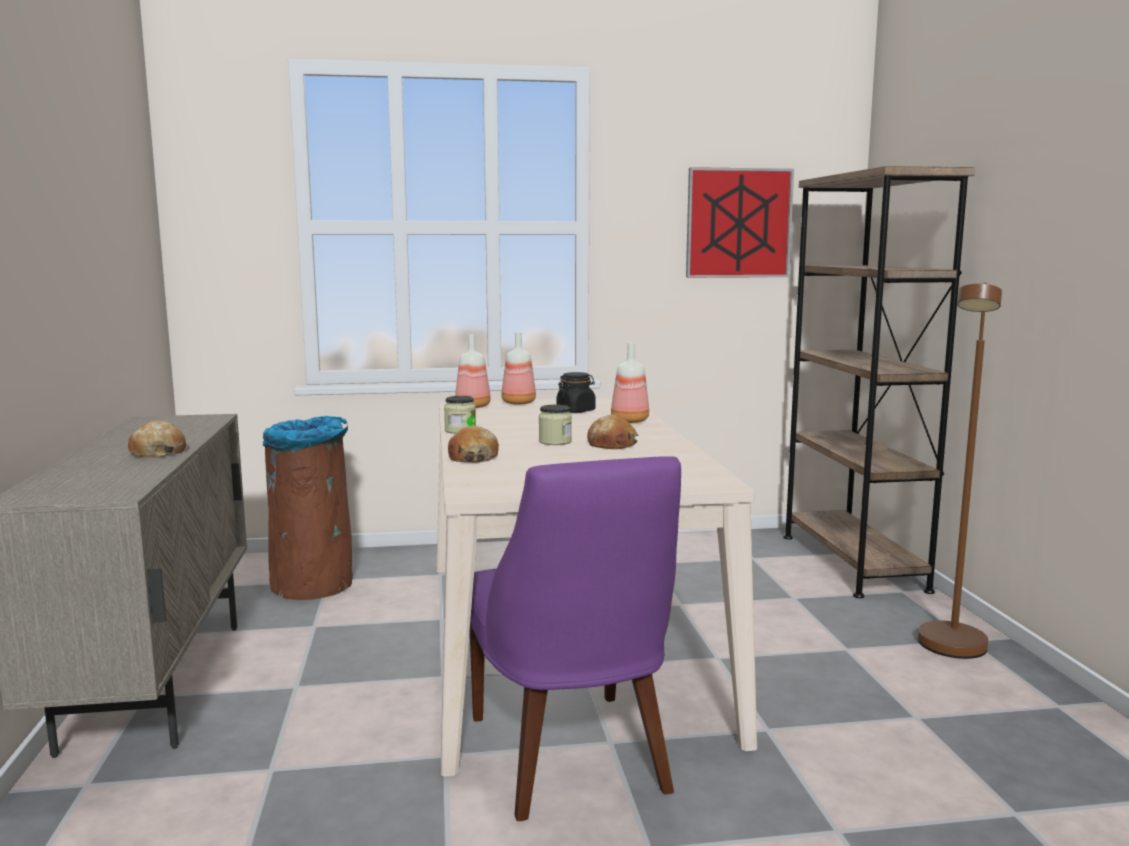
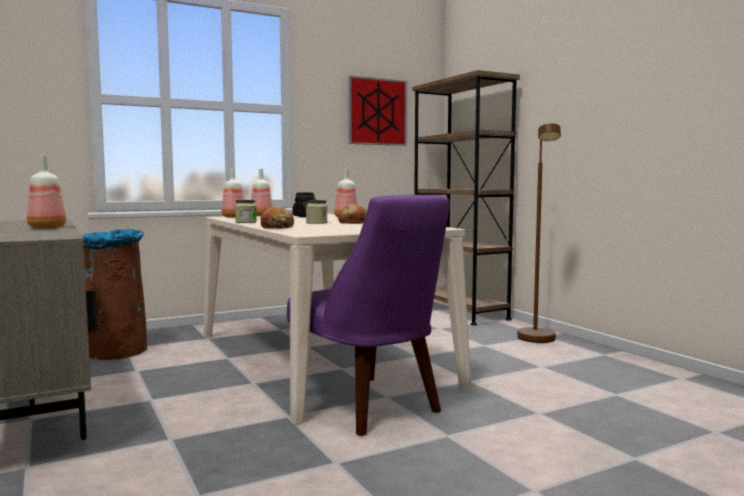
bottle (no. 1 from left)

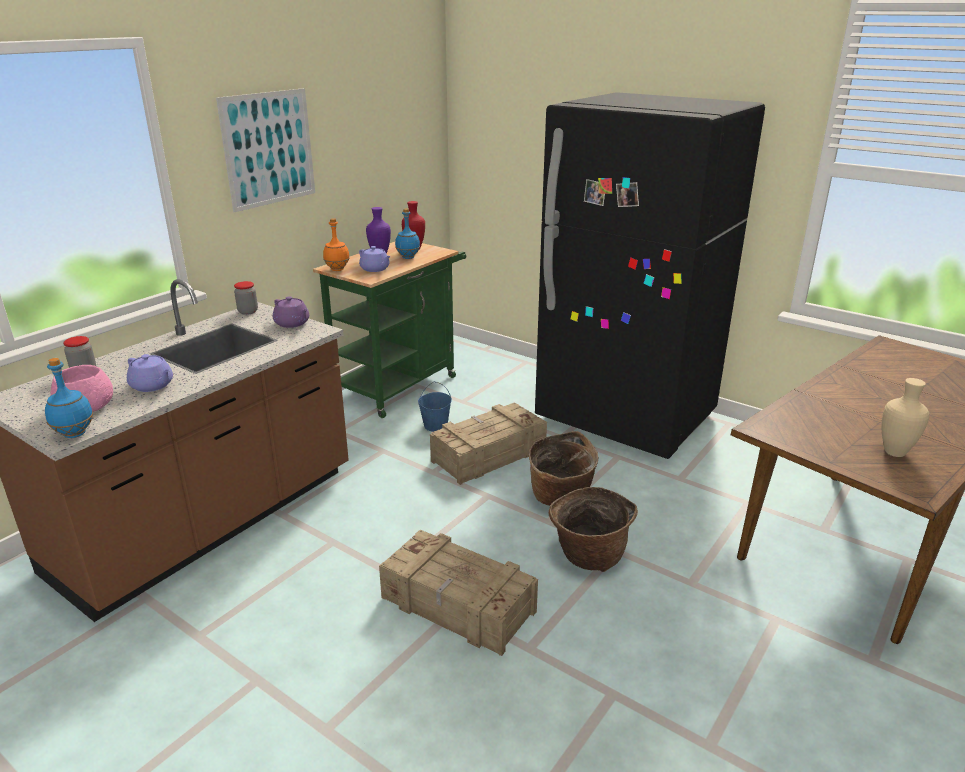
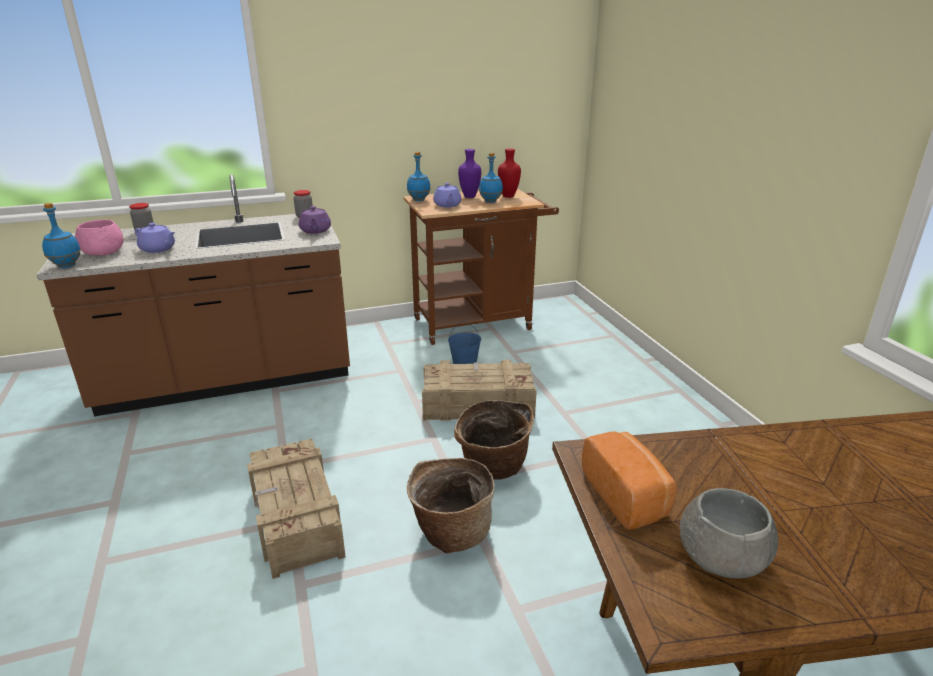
picture
black fridge
blue bottle (no. 2 from left)
brown cart
purple teapot (no. 1 from left)
grey bowl
bread

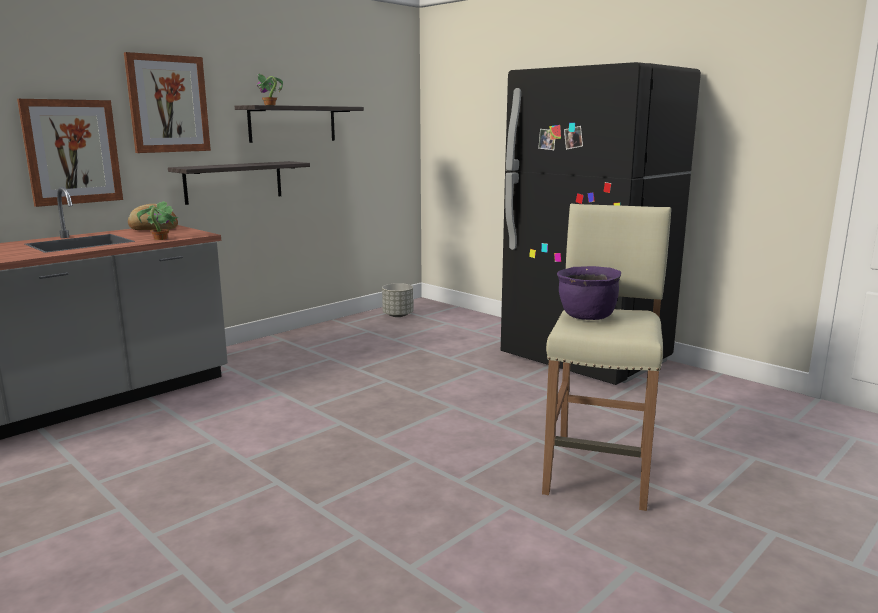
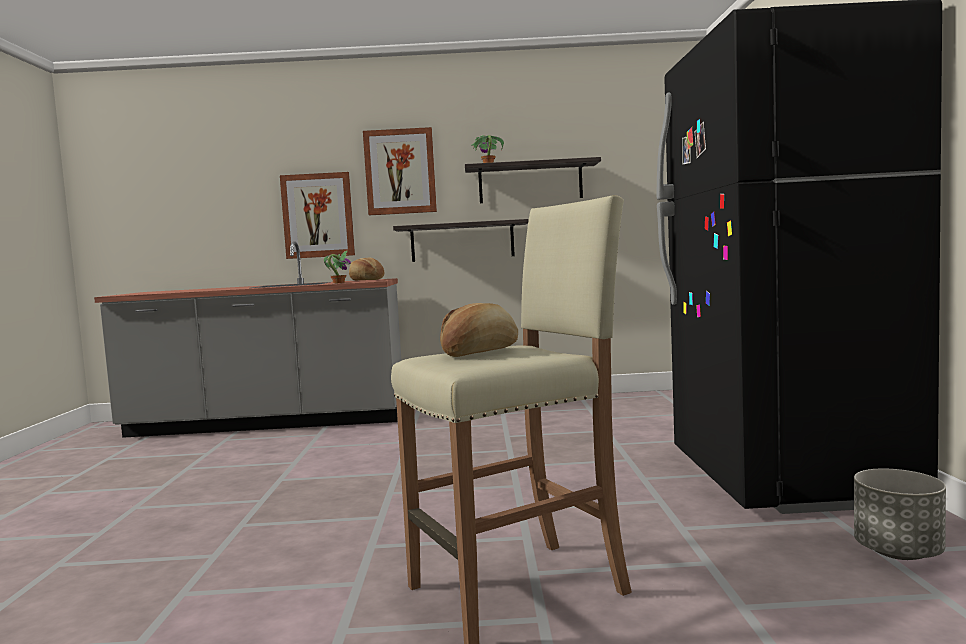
bread (no. 2 from left)
grey planter

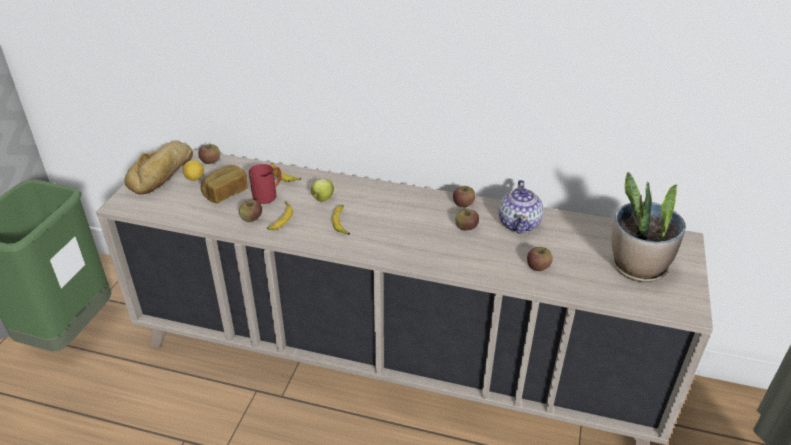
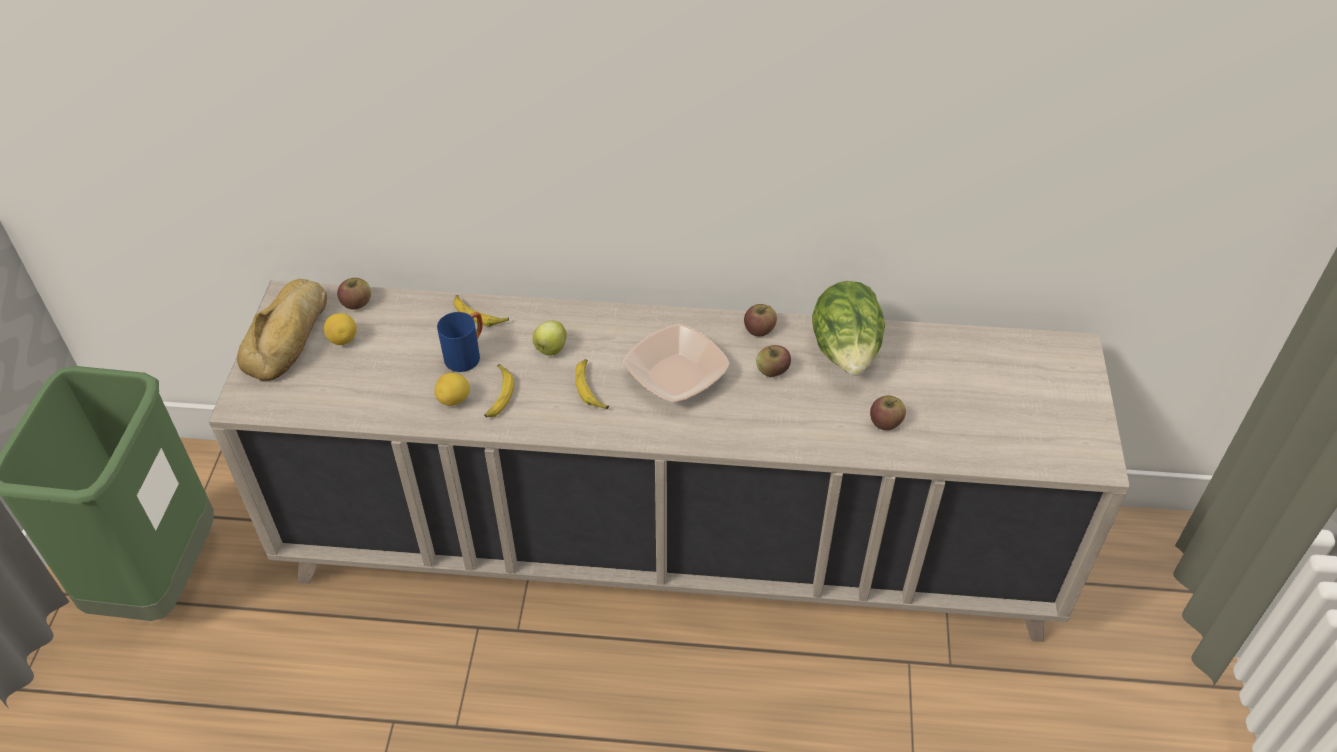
blue mug
bread (no. 2 from left in the first image)
potted plant
lettuce
lemon (no. 2 from left)
bowl

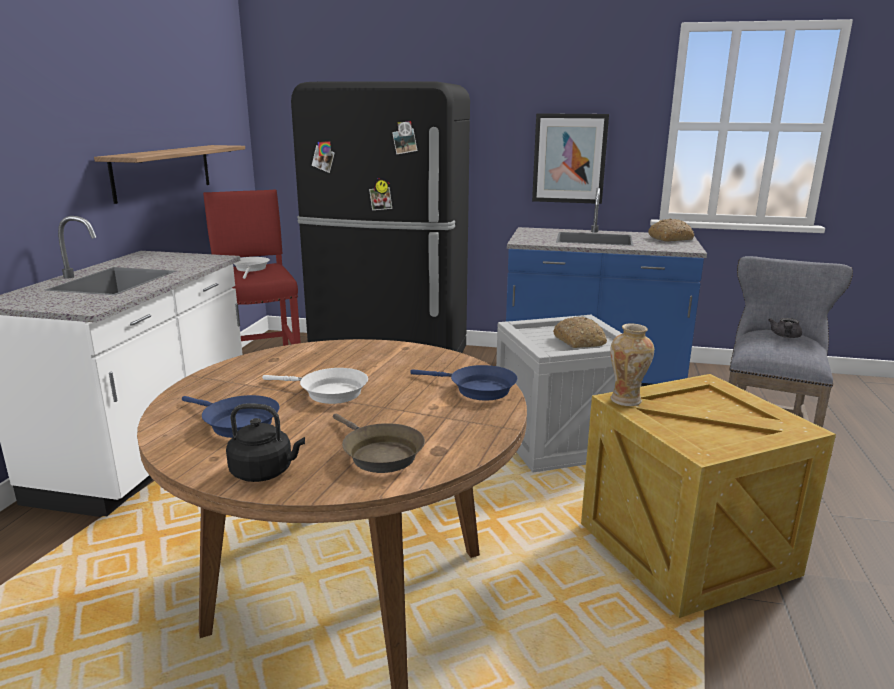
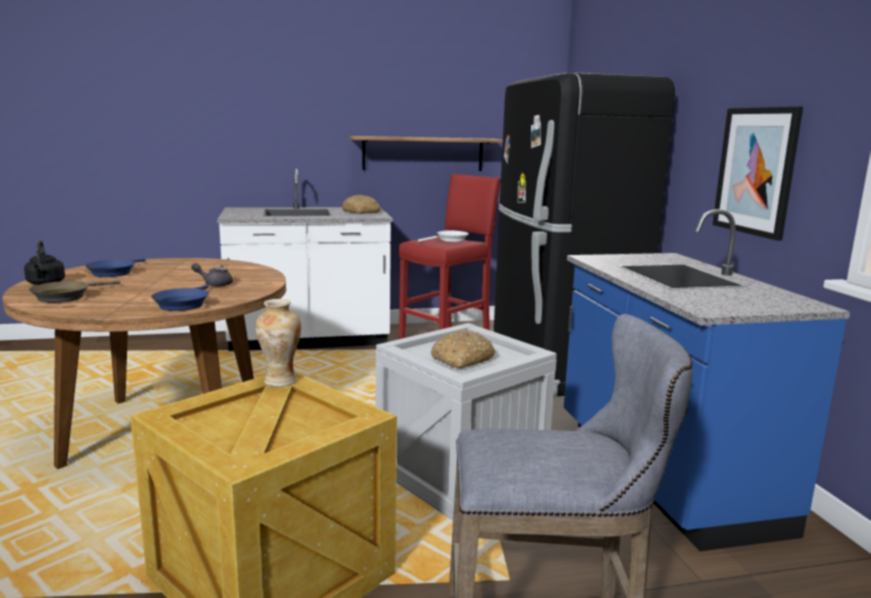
bread (no. 1 from left)
grey teapot
white frying pan (no. 2 from left in the first image)

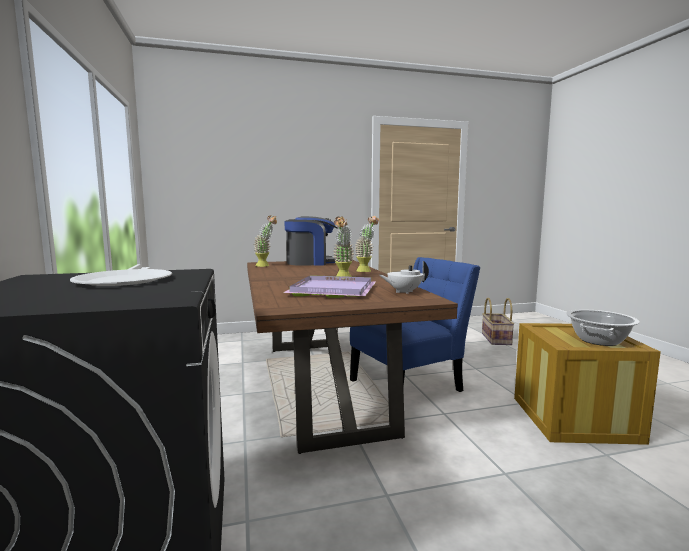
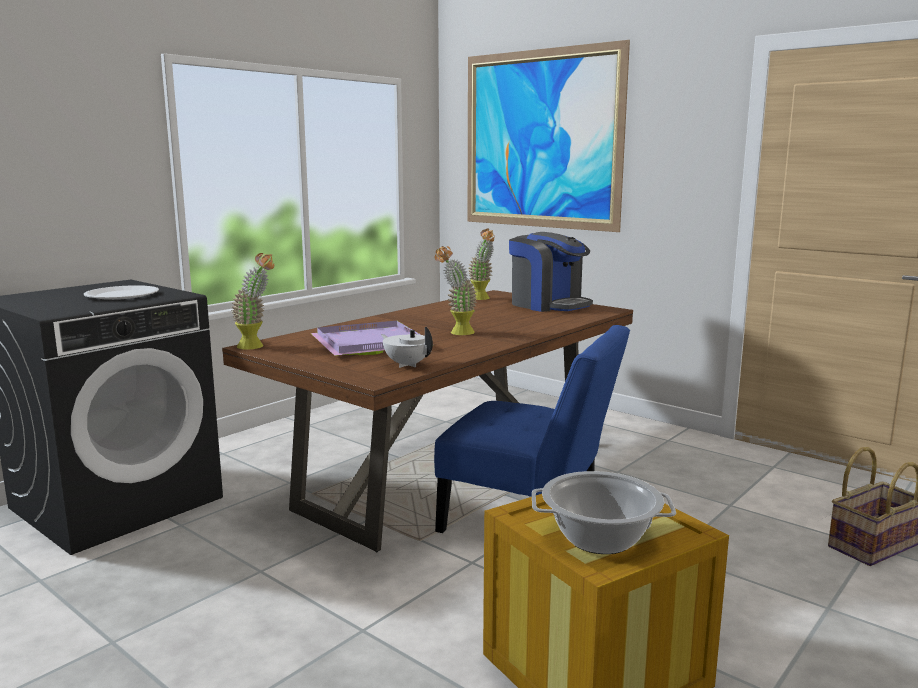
potted plant (no. 1 from left)
picture

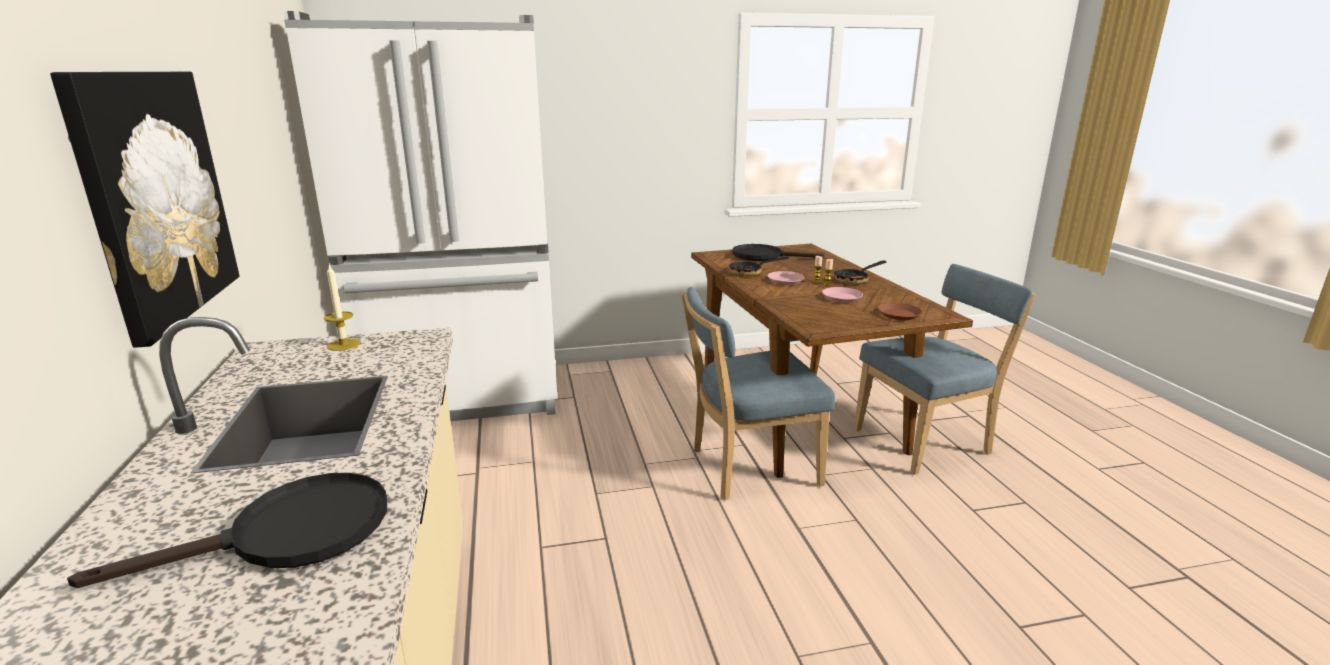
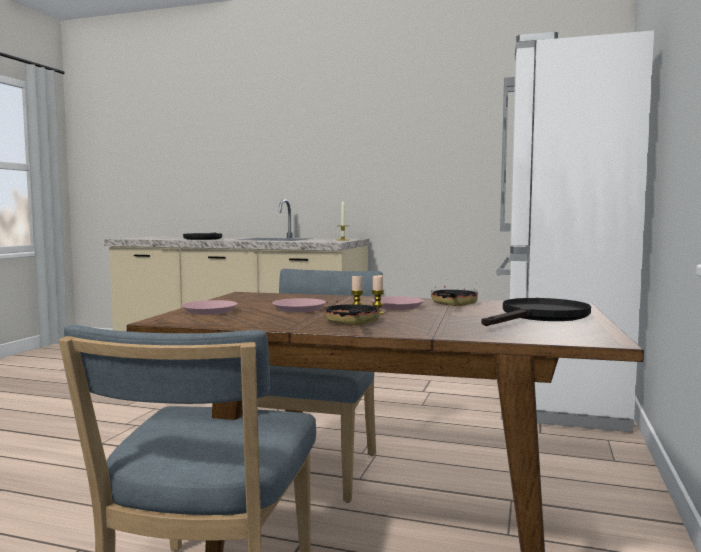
picture
pink plate (no. 1 from left)

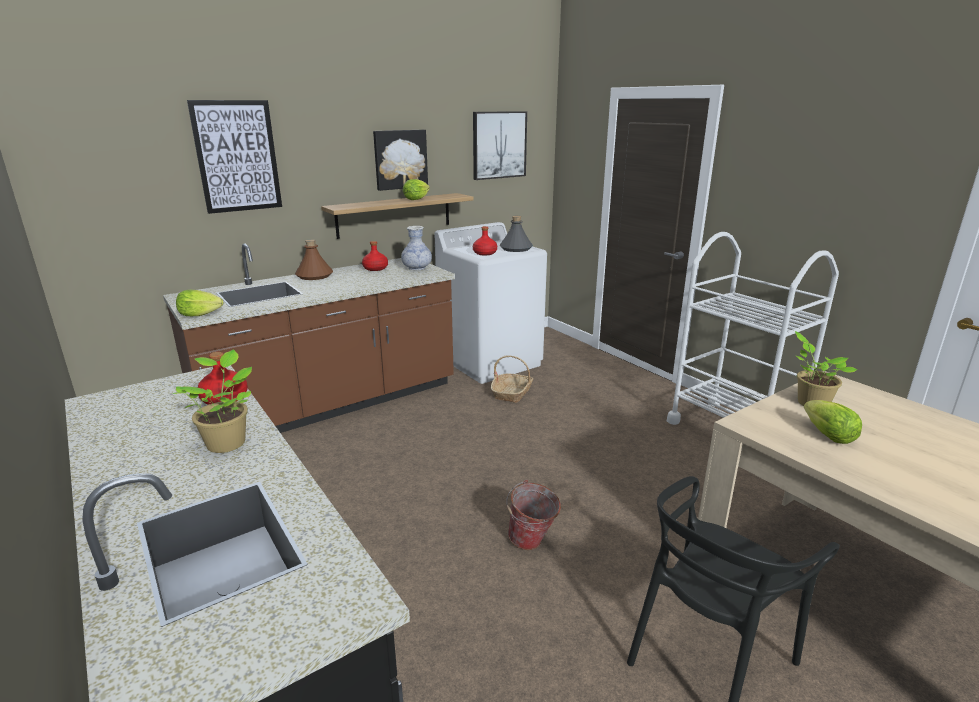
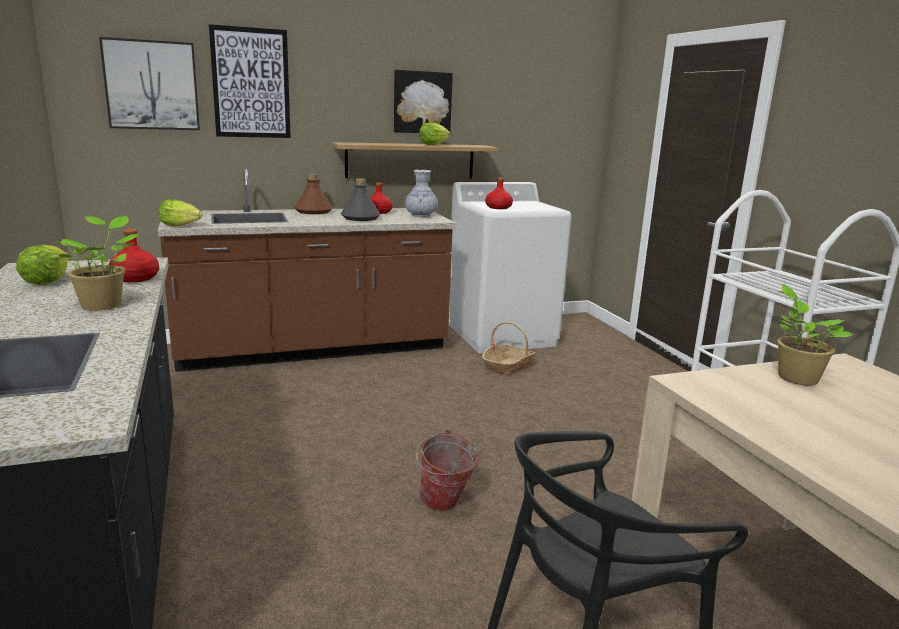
picture (no. 1 from left)
grey bottle
lettuce (no. 1 from left)

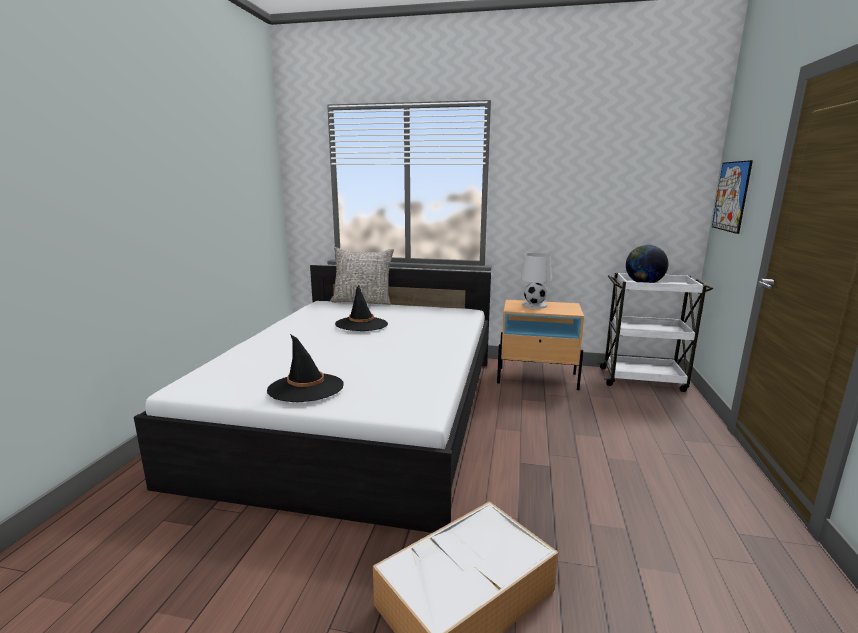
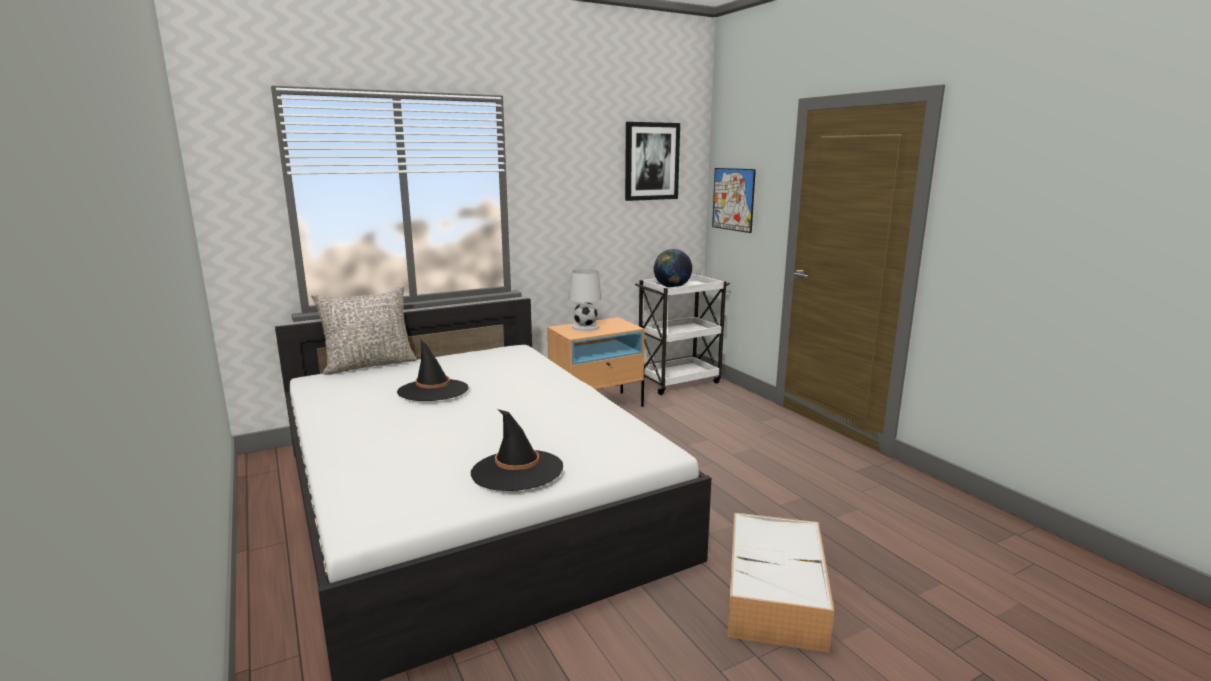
picture (no. 1 from left)

